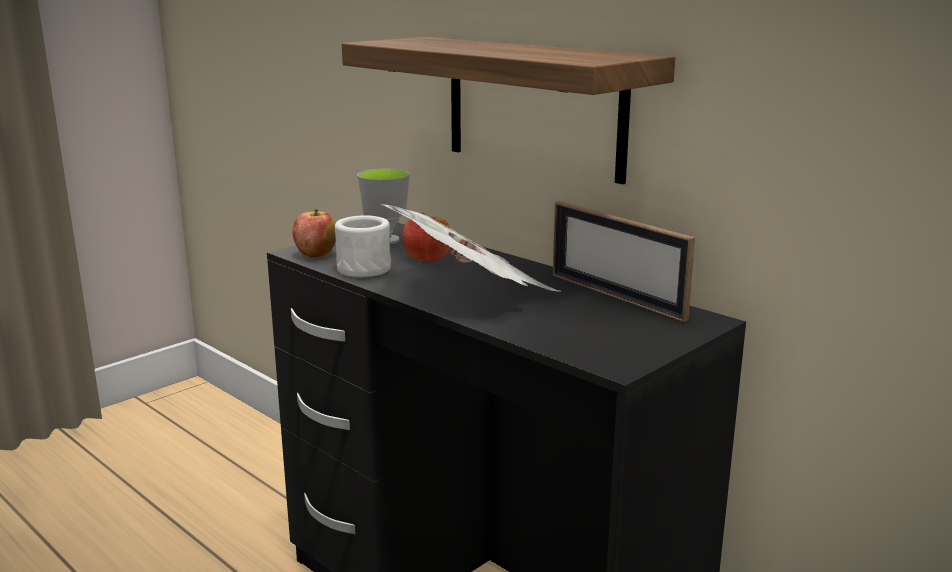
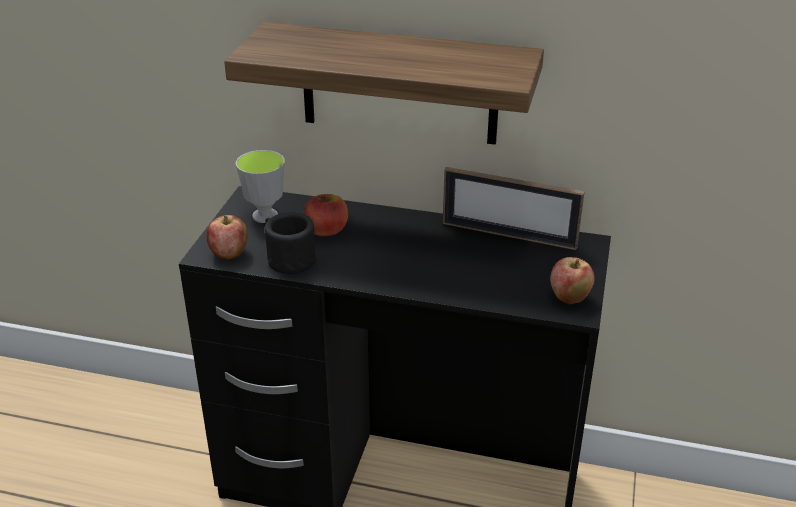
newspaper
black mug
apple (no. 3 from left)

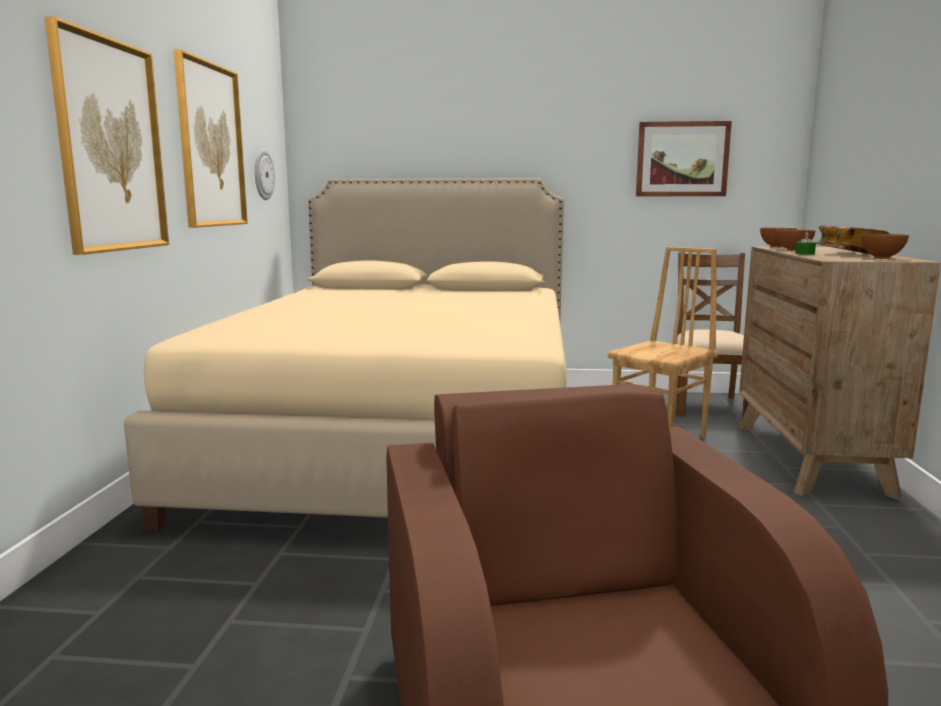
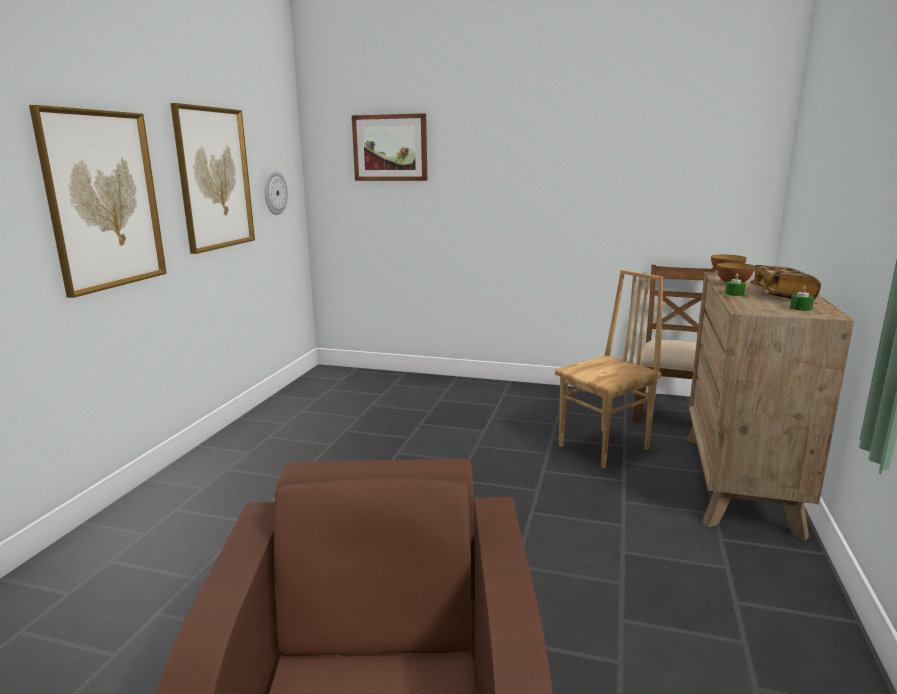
picture (no. 3 from left)
beige bed
green candle (no. 2 from left)

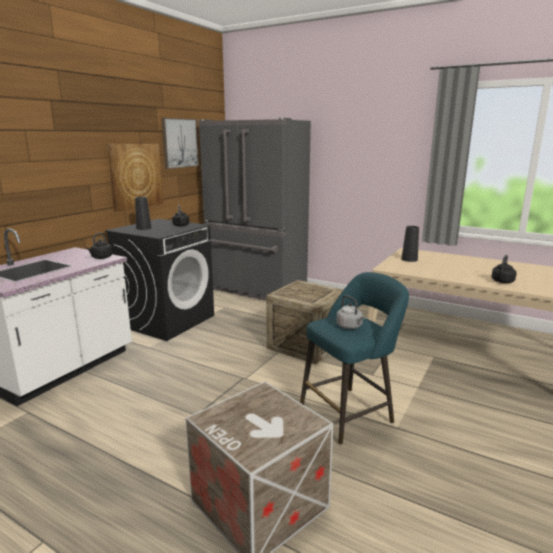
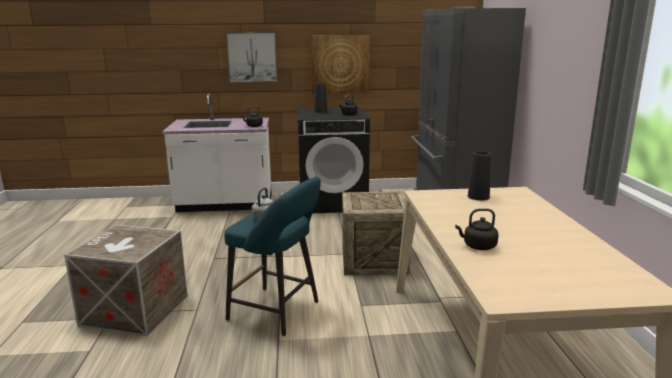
picture (no. 1 from left)

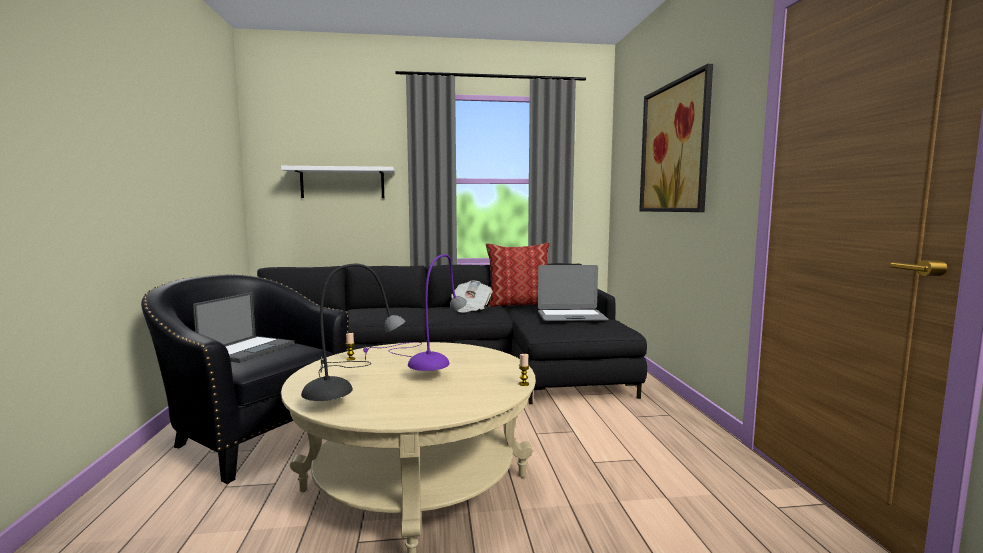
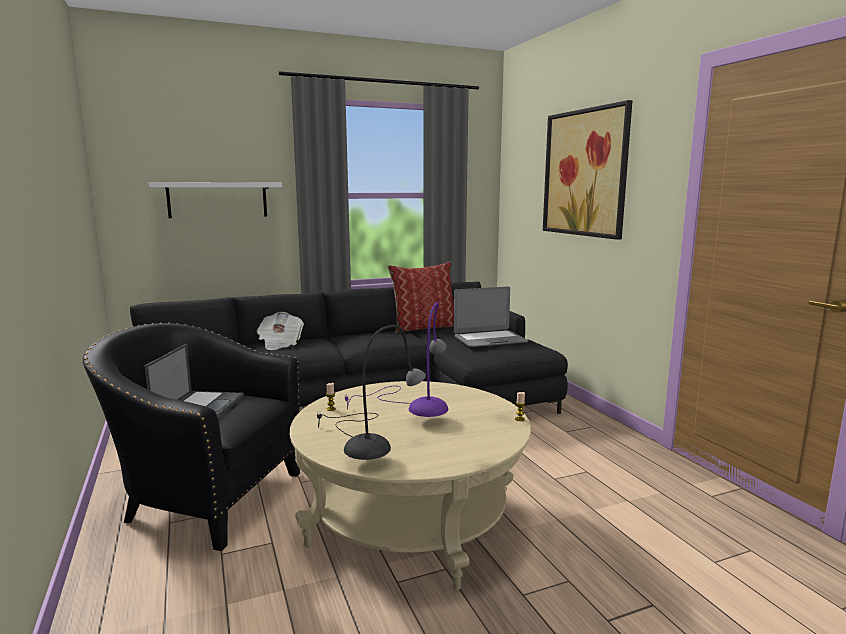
newspaper

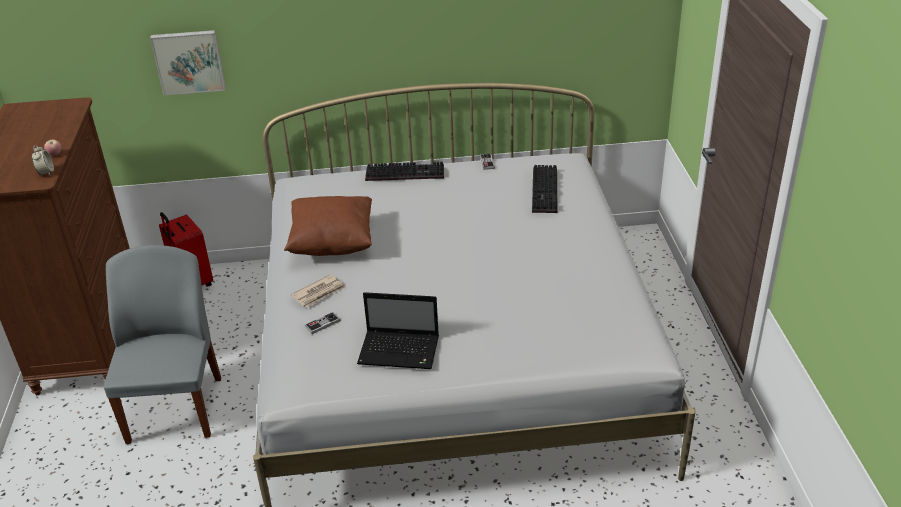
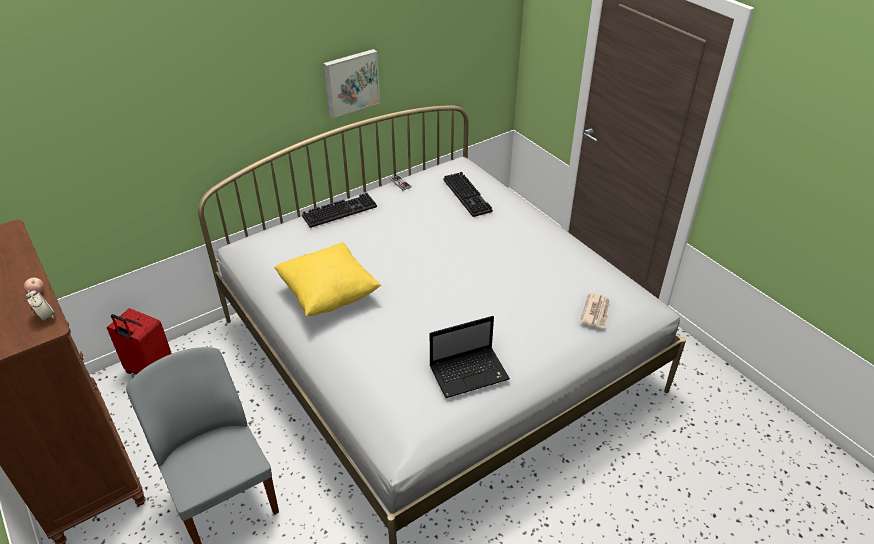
picture
yellow pillow
newspaper
game controller (no. 1 from left in the first image)

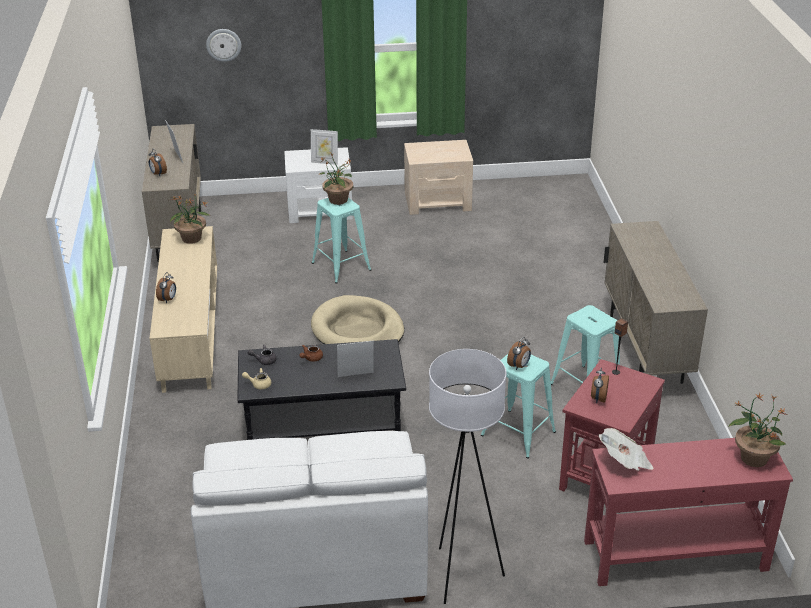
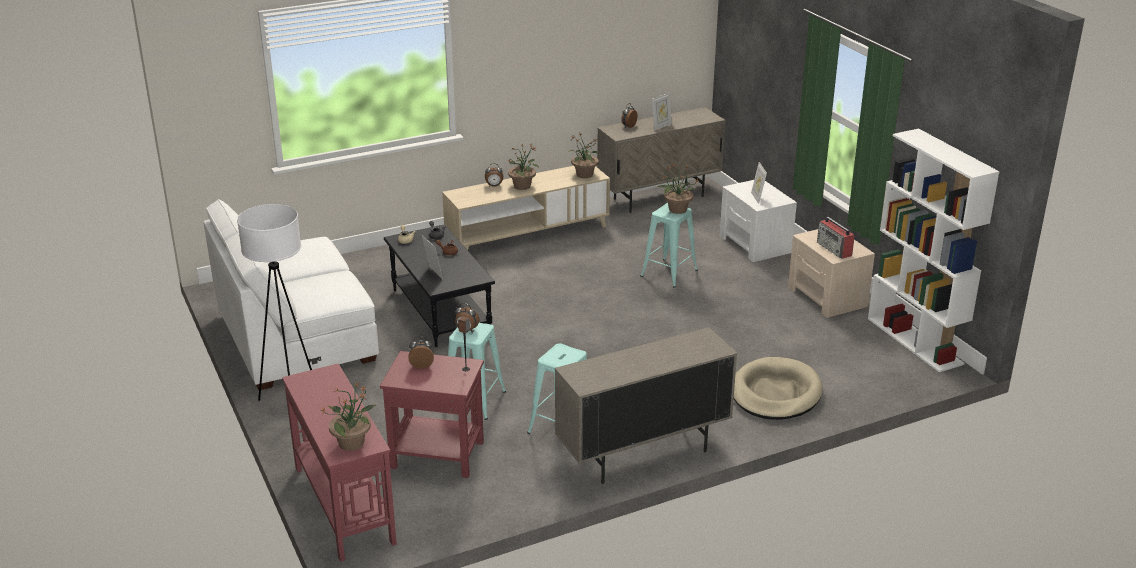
wall clock
beige dog bed
newspaper
white bookcase
potted plant (no. 2 from left)
radio

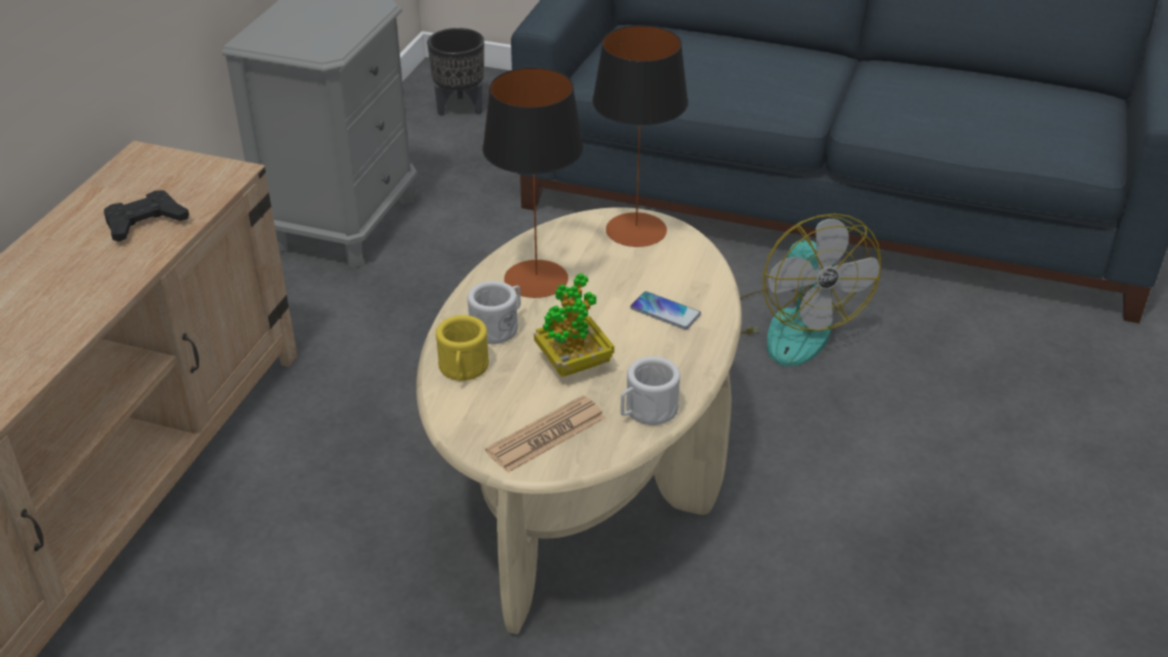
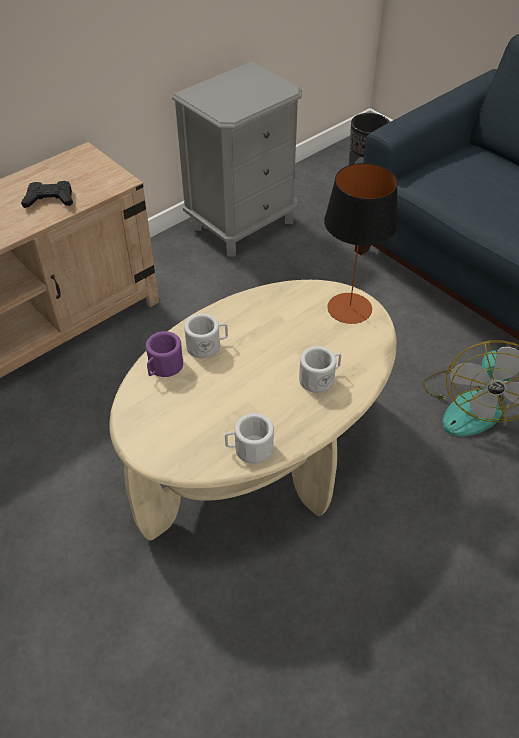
table lamp (no. 1 from left in the first image)
potted plant
white mug (no. 3 from left)
purple mug
newspaper

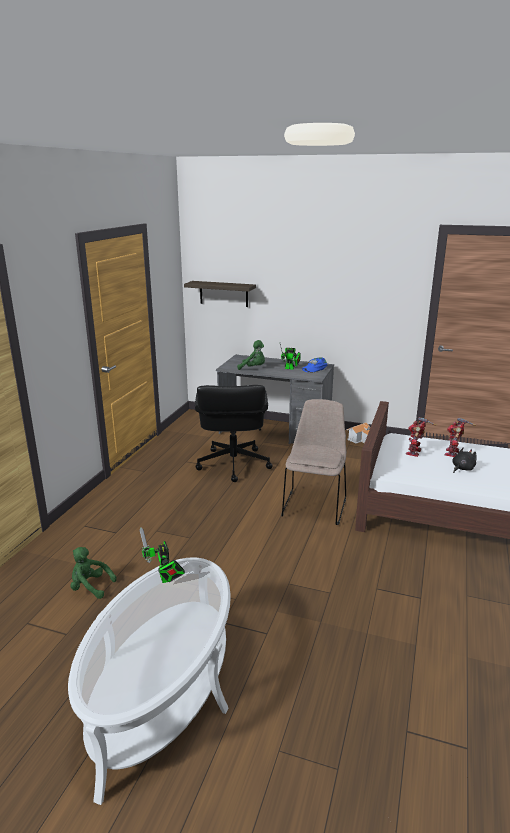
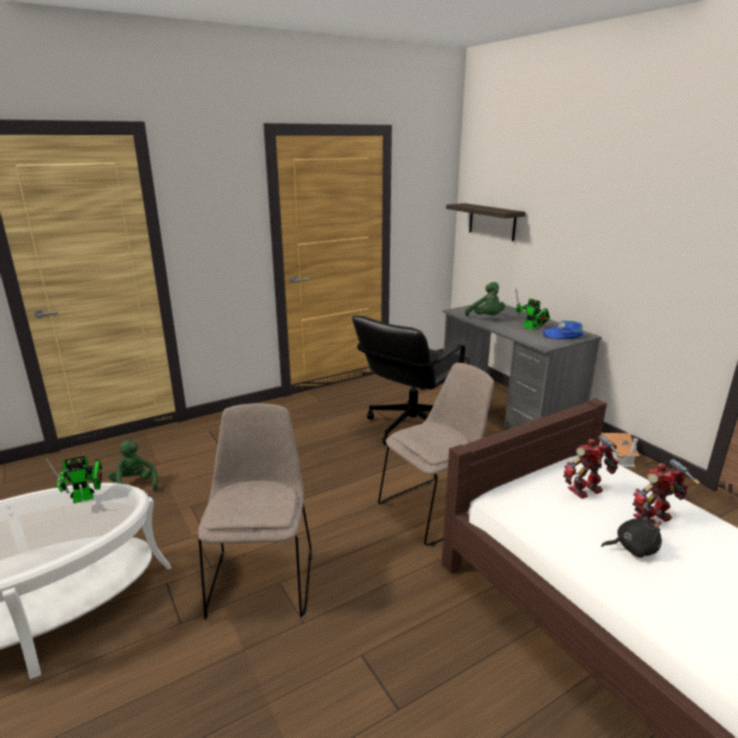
toy robot (no. 1 from left)
beige chair (no. 1 from left)

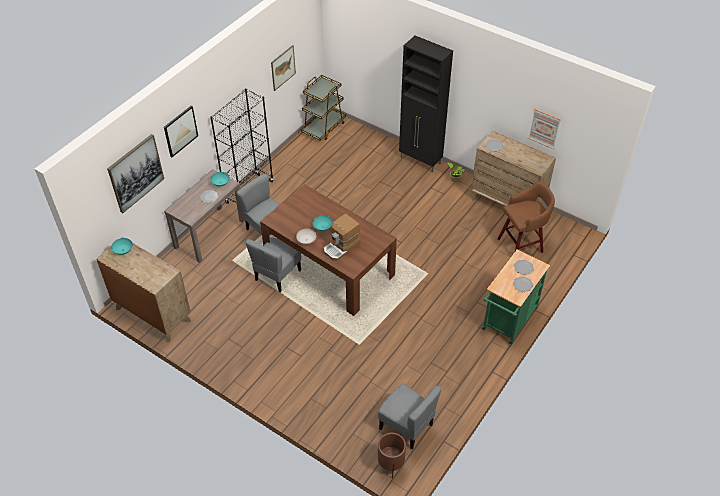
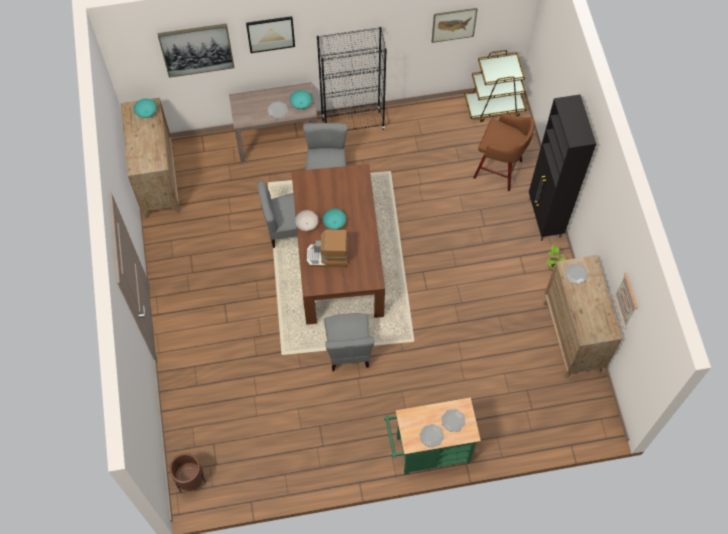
brown stool
grey chair (no. 3 from left)

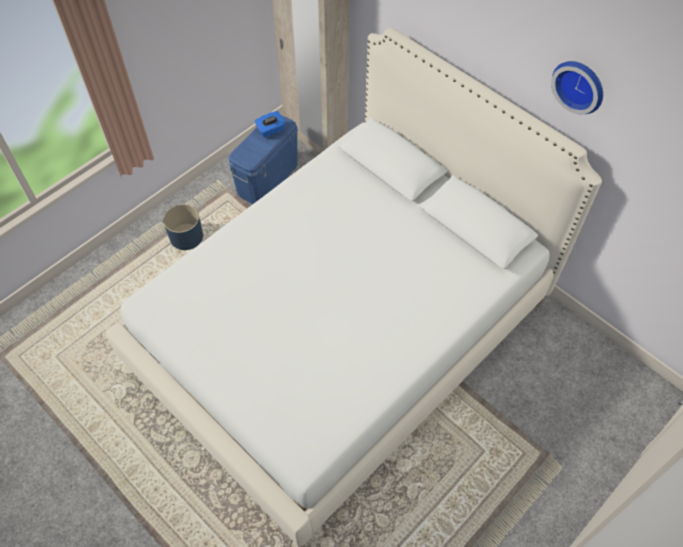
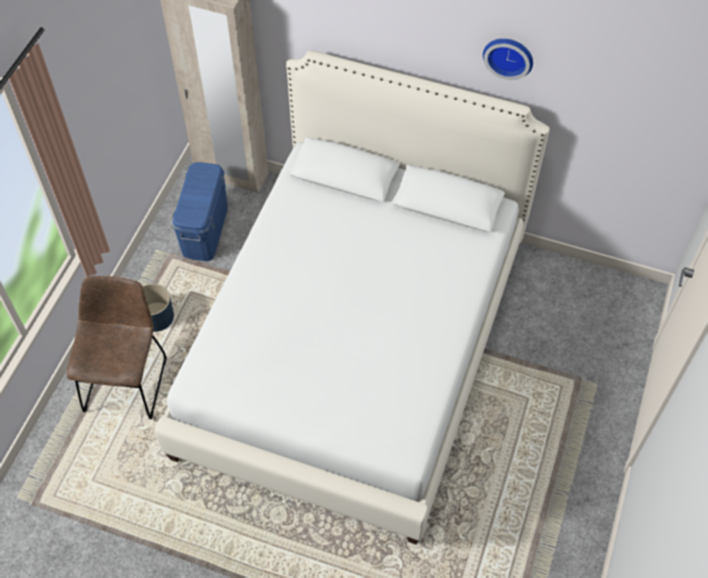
blue tissue box
brown chair

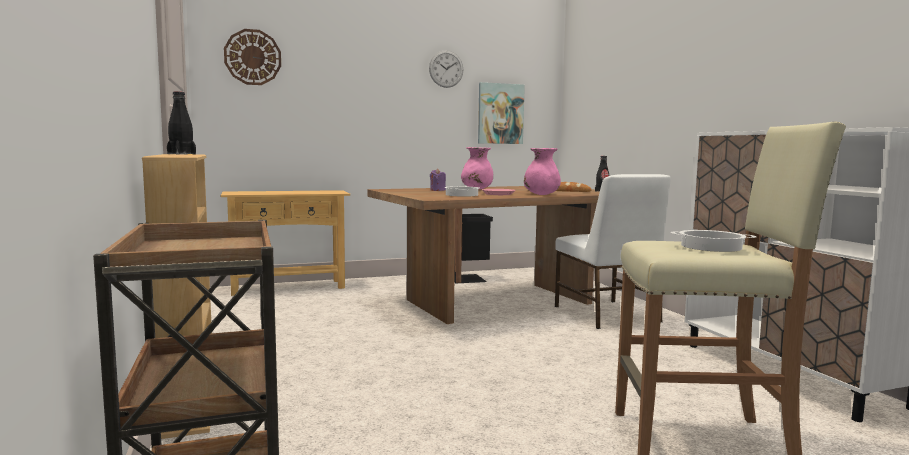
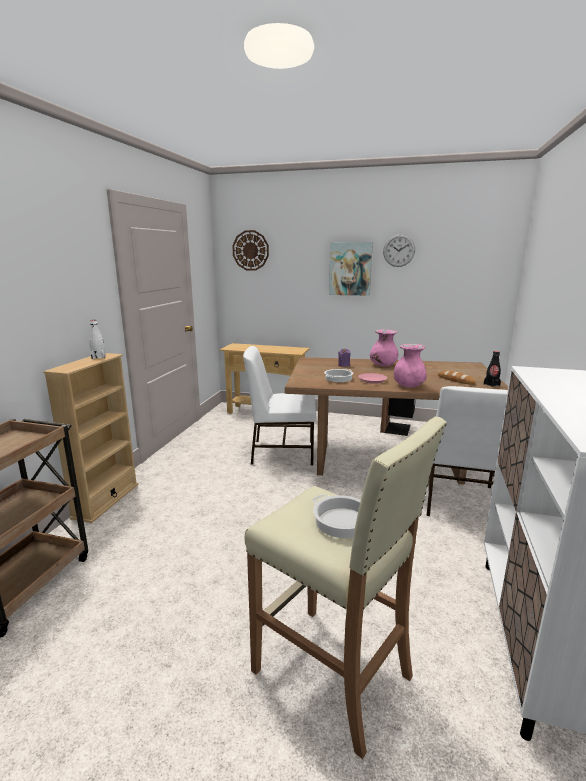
picture
white bottle
white chair (no. 1 from left)

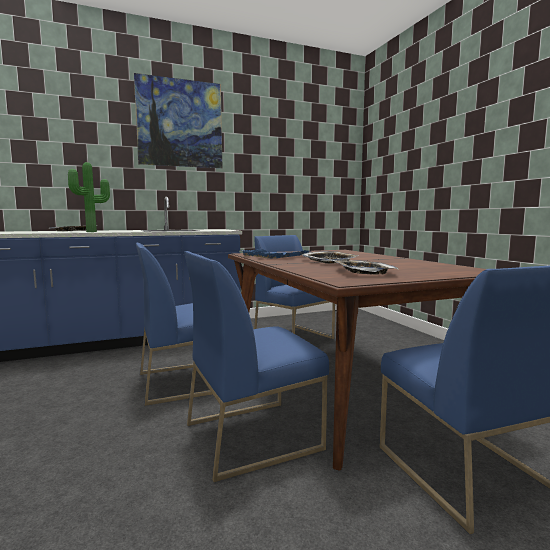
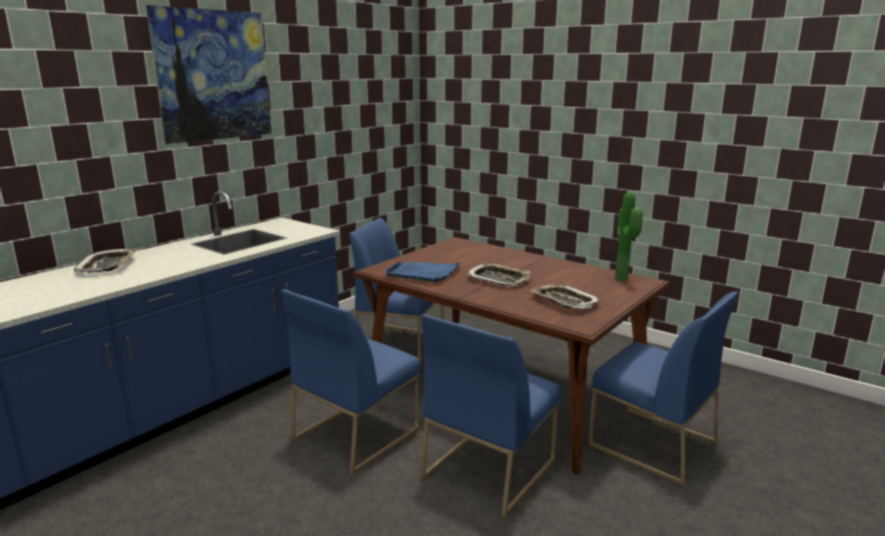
potted plant

